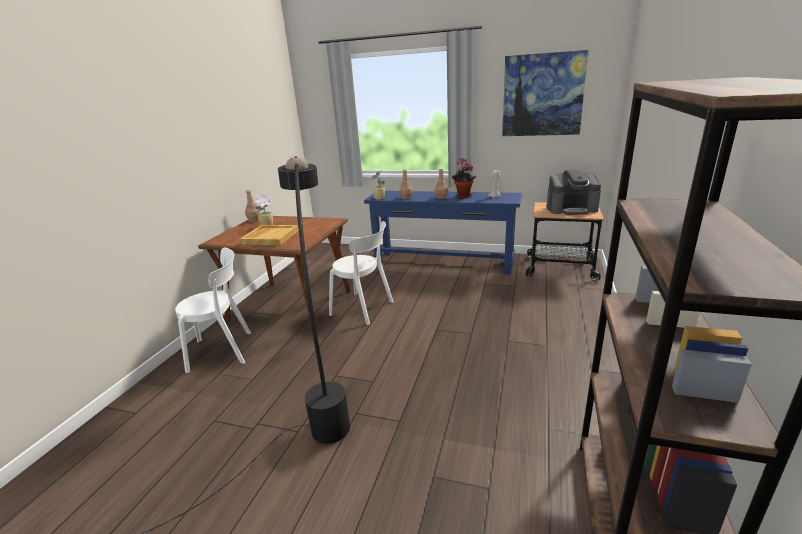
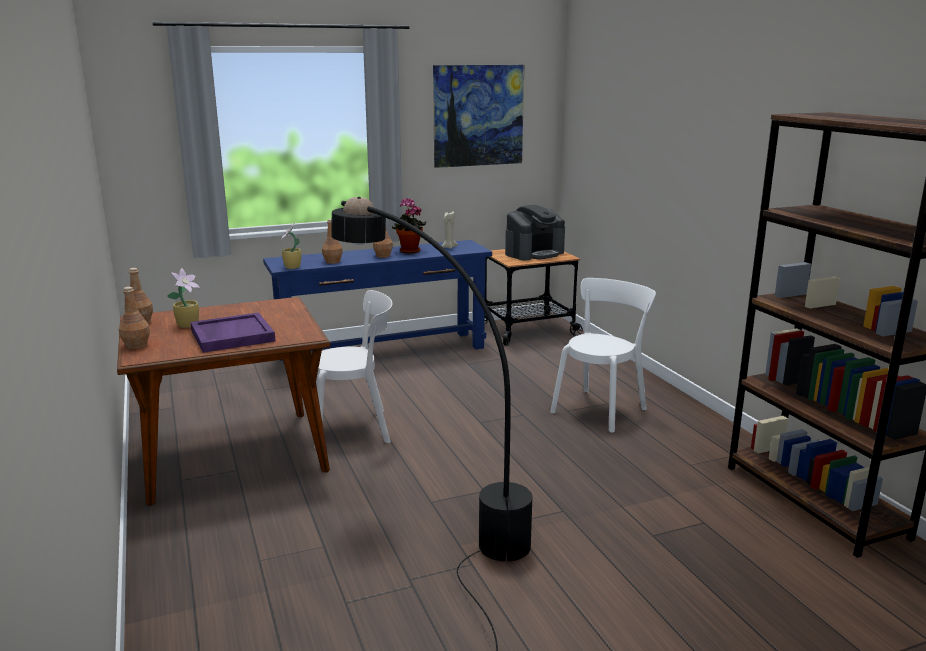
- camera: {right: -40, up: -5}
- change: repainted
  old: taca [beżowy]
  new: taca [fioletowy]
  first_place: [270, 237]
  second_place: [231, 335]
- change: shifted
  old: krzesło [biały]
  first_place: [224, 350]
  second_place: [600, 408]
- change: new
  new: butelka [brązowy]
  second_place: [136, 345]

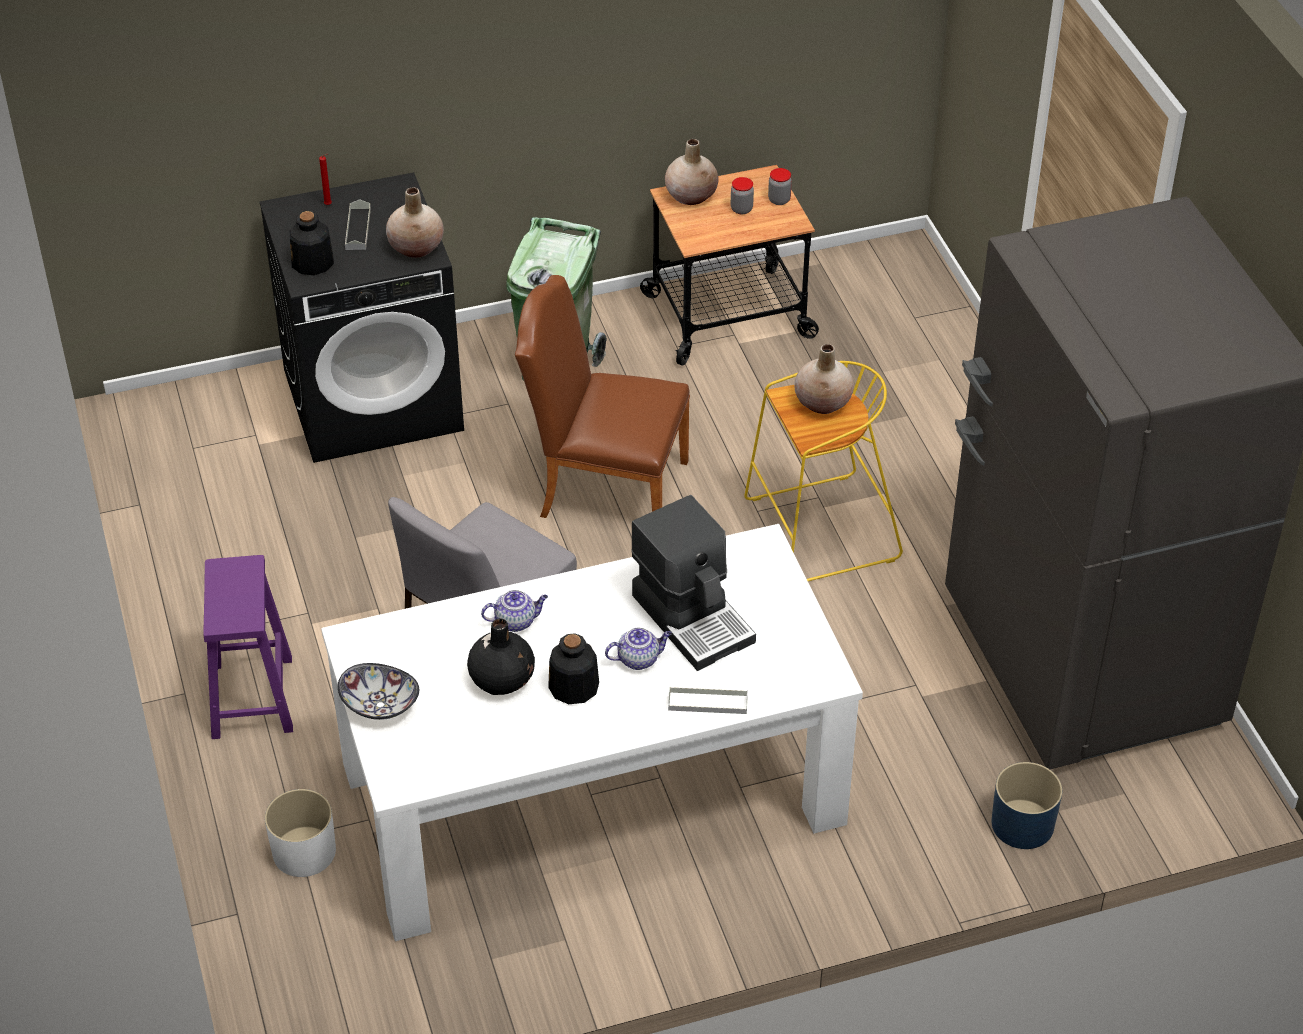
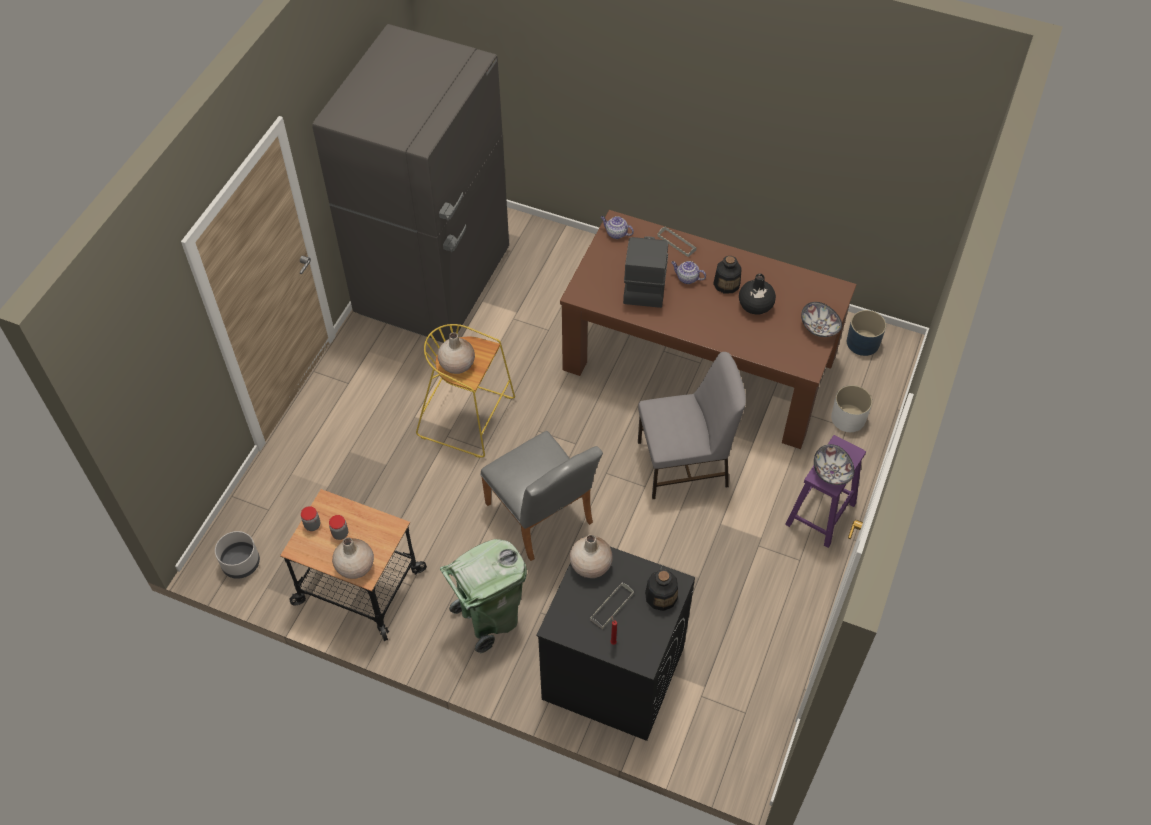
- camera: {right: -140, up: 10}
- change: repainted
  old: krzesło [brązowy]
  new: krzesło [szary]
  first_place: [603, 486]
  second_place: [542, 518]
- change: repainted
  old: stół jadalny [biały]
  new: stół jadalny [brązowy]
  first_place: [592, 794]
  second_place: [699, 362]
- change: shifted
  old: imbryk
  first_place: [516, 621]
  second_place: [616, 233]
- change: shifted
  old: donica [niebieski]
  first_place: [1022, 824]
  second_place: [863, 343]
- change: new
  new: miska
  second_place: [832, 472]
- change: new
  new: donica [szary]
  second_place: [240, 563]

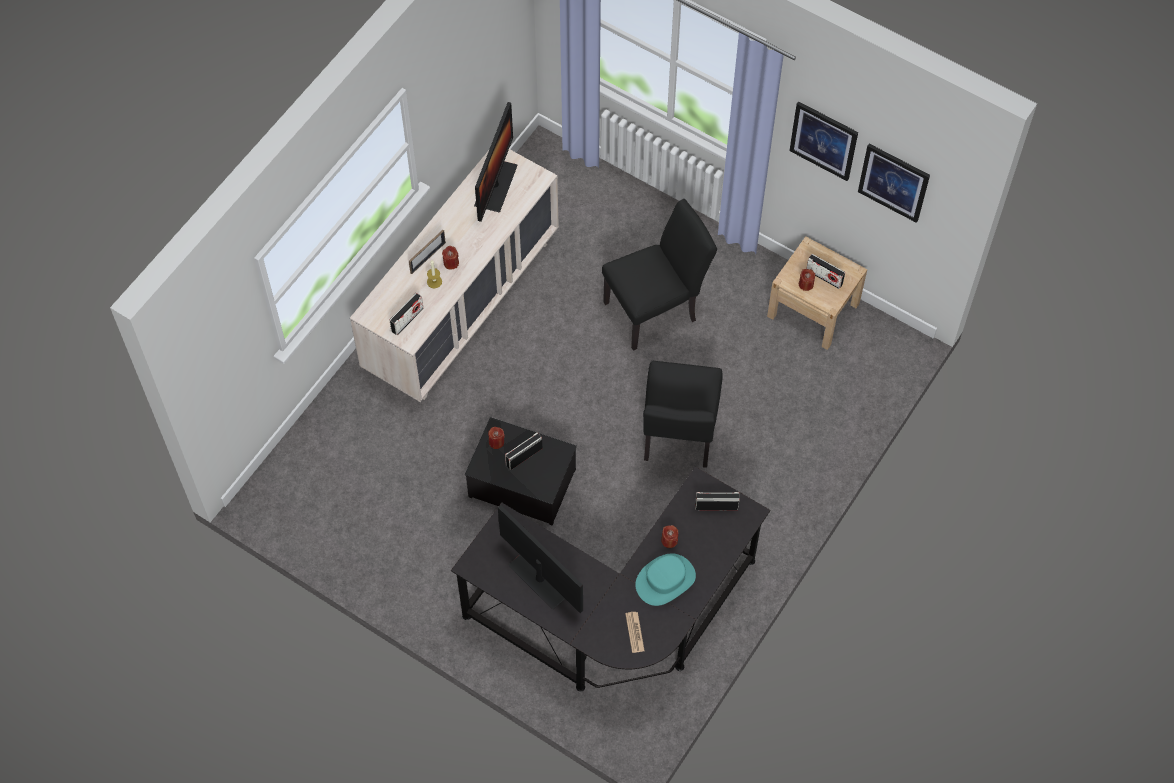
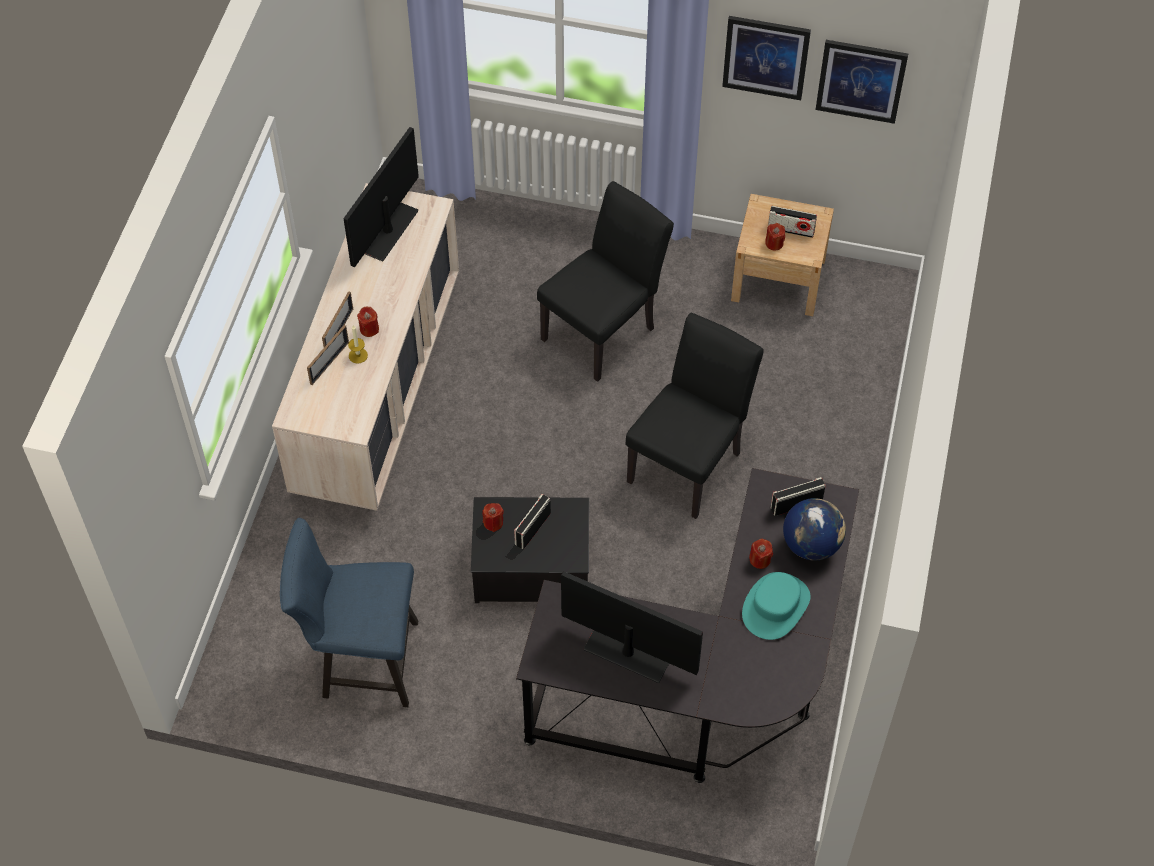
- camera: {right: -20, up: -5}
- change: rotated
  old: monitor
  first_place: [496, 185]
  second_place: [386, 230]
  degrees: -150
- change: gone
  old: radio
  first_place: [407, 320]
- change: rotated
  old: krzesło [czarny]
  first_place: [678, 438]
  second_place: [689, 461]
  degrees: -135
- change: gone
  old: gazeta
  first_place: [634, 632]
- change: new
  new: ramka na zdjęcie
  second_place: [329, 363]
- change: new
  new: globus
  second_place: [811, 544]
- change: new
  new: krzesło [niebieski]
  second_place: [361, 661]

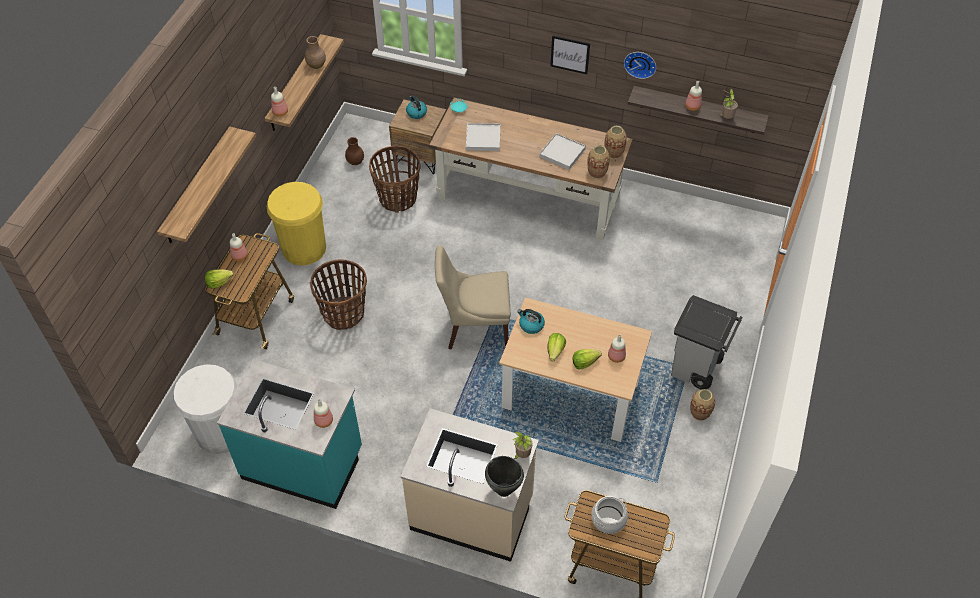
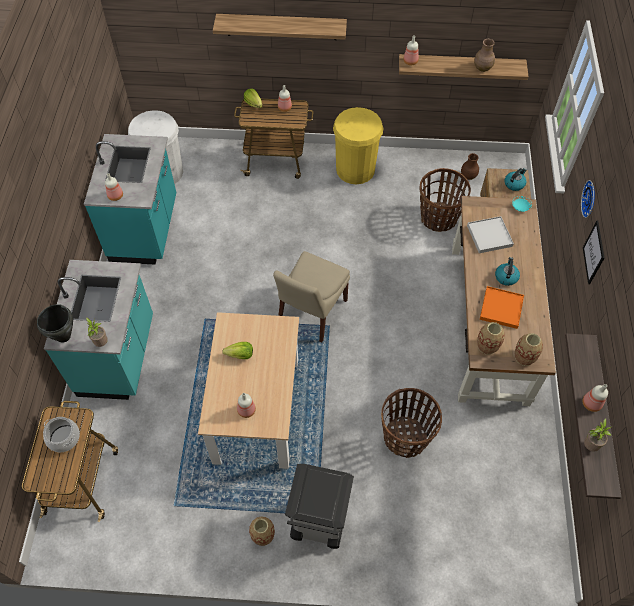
- camera: {right: 75, up: 5}
- change: shifted
  old: zegar ścienny
  first_place: [640, 63]
  second_place: [590, 199]
- change: repainted
  old: taca [biały]
  new: taca [pomarańczowy]
  first_place: [562, 153]
  second_place: [501, 308]
- change: rotated
  old: krzesło [beżowy]
  first_place: [474, 326]
  second_place: [311, 313]
  degrees: -135
- change: shifted
  old: koszyk
  first_place: [344, 313]
  second_place: [405, 437]
- change: shifted
  old: czajnik
  first_place: [531, 325]
  second_place: [506, 277]
- change: gone
  old: sałata
  first_place: [584, 362]
- change: repainted
  old: zabudowa kuchenna [beżowy]
  new: zabudowa kuchenna [turkusowy]
  first_place: [472, 513]
  second_place: [118, 356]

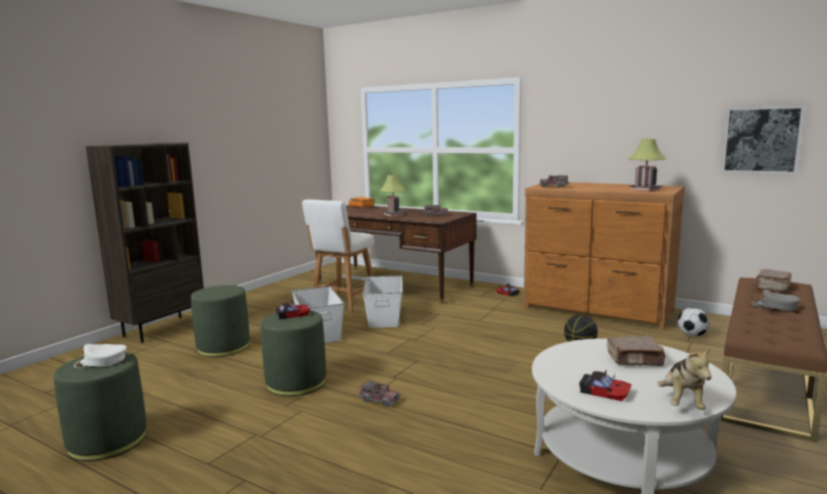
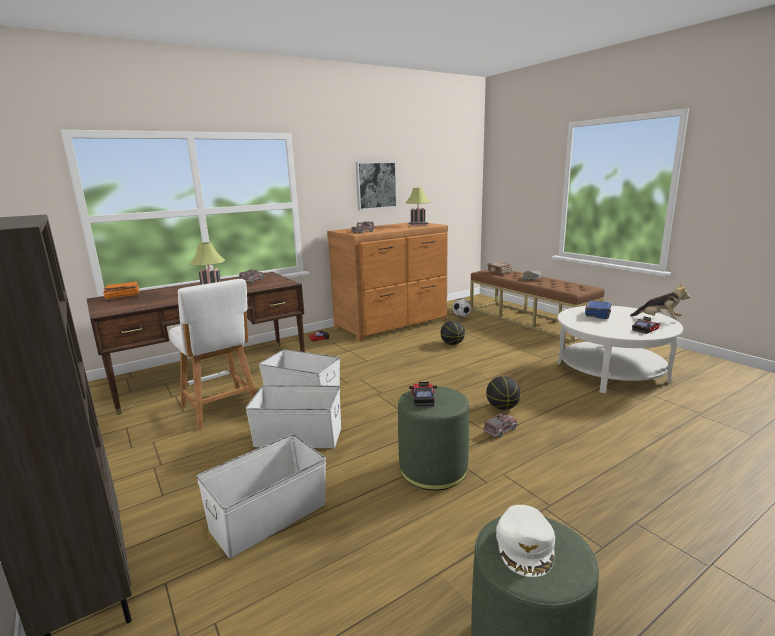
- camera: {right: -65, up: 5}
- change: shifted
  old: obraz
  first_place: [761, 140]
  second_place: [376, 185]
- change: swapped
  old: pufa [zielony]
  new: pojemnik do przechowywania [biały]
  first_place: [223, 347]
  second_place: [268, 516]
- change: repainted
  old: książka [brązowy]
  new: książka [niebieski]
  first_place: [635, 360]
  second_place: [598, 315]
- change: new
  new: piłka do koszykówki
  second_place: [502, 407]

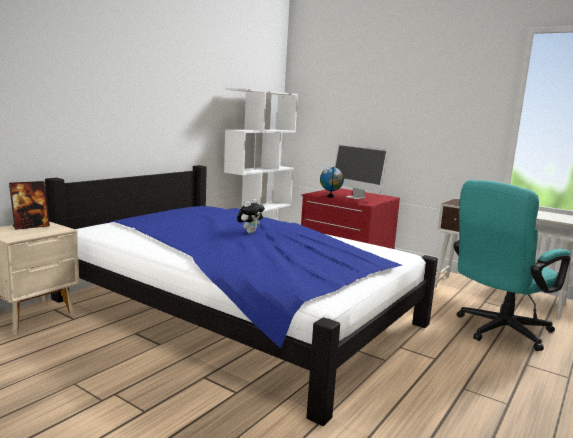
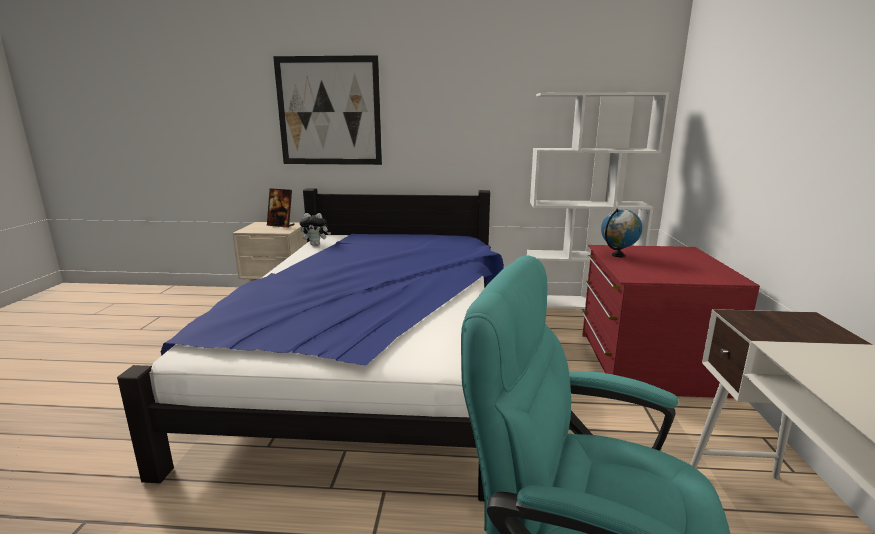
- camera: {right: 60, up: 5}
- change: gone
  old: monitor
  first_place: [355, 197]
- change: shifted
  old: pluszak
  first_place: [250, 232]
  second_place: [316, 244]
- change: new
  new: obraz
  second_place: [329, 111]

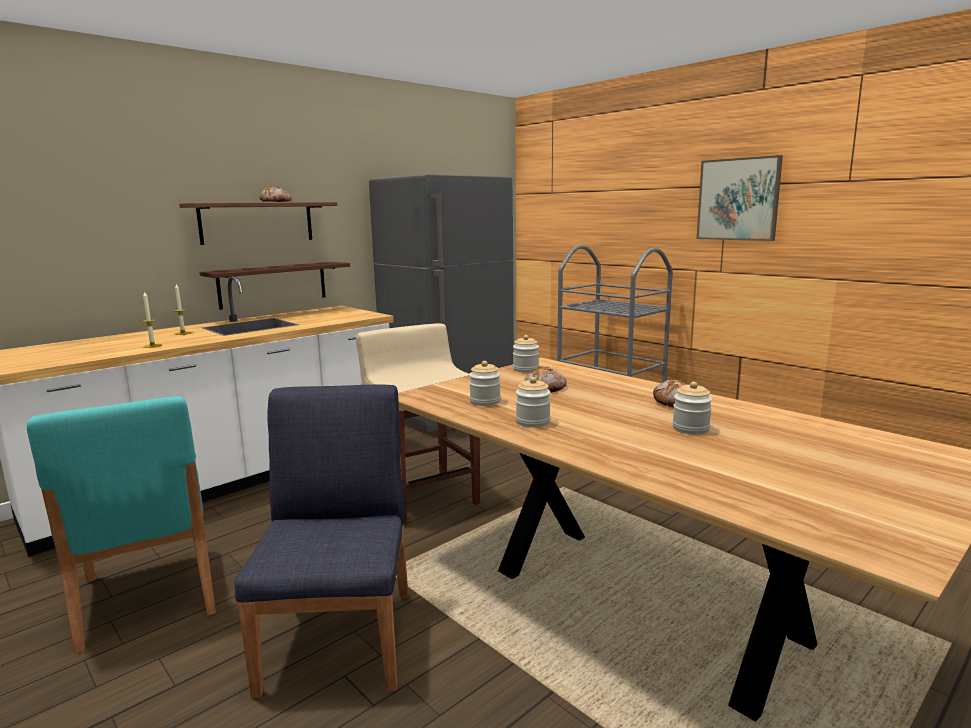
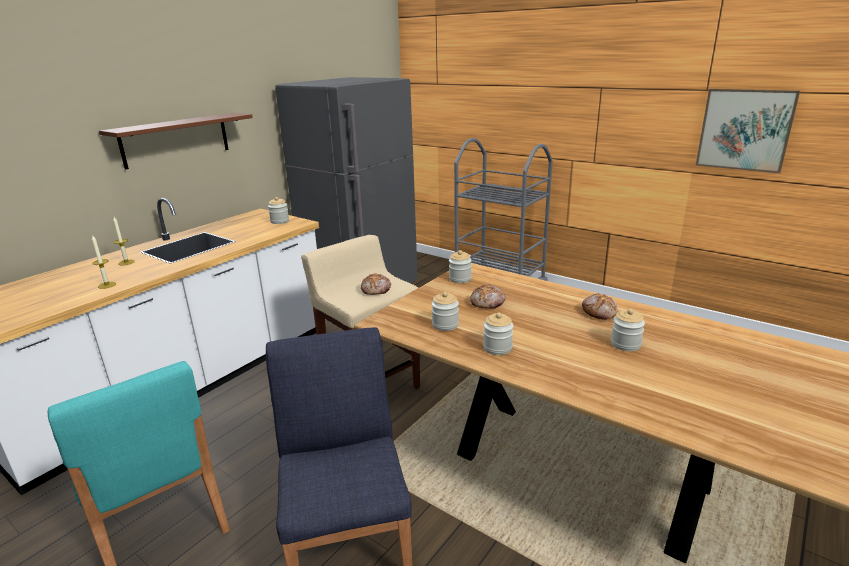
- camera: {right: -10, up: 10}
- change: shifted
  old: obraz
  first_place: [738, 199]
  second_place: [745, 130]
- change: shifted
  old: chleb
  first_place: [276, 202]
  second_place: [376, 289]
- change: gone
  old: półka [brązowy]
  first_place: [273, 284]
- change: new
  new: słoik
  second_place: [279, 221]

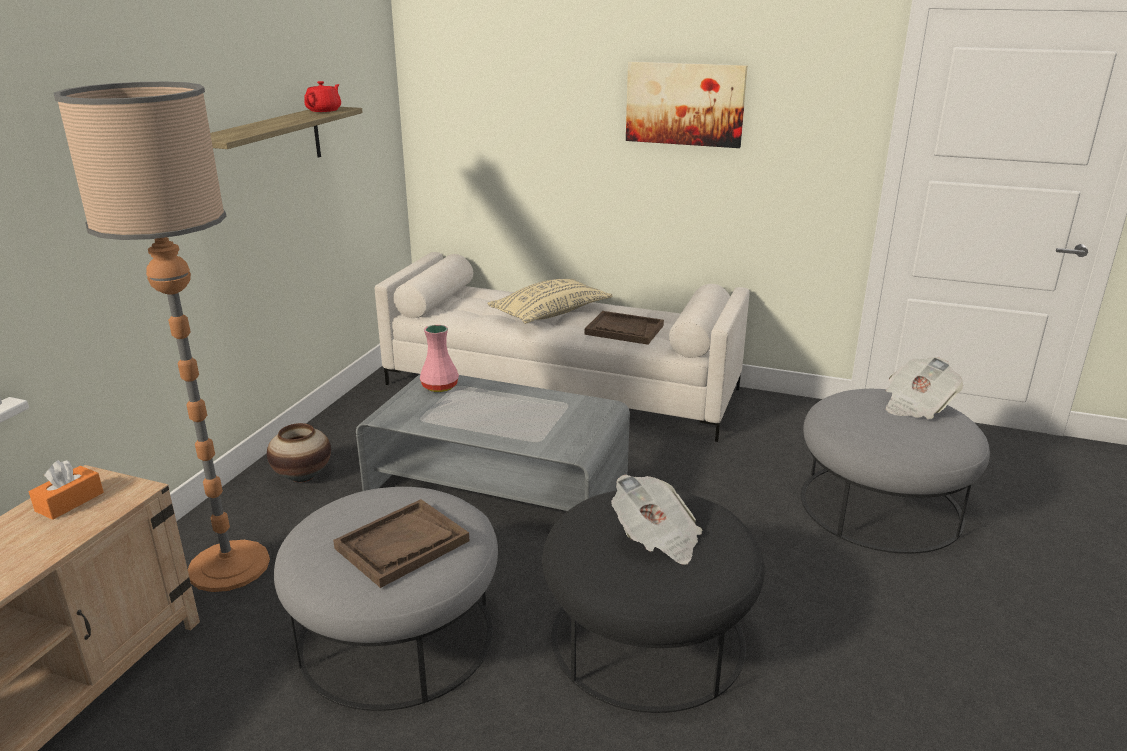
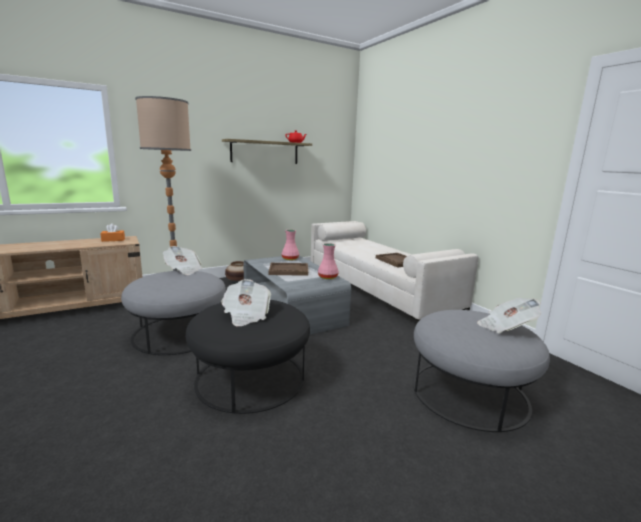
- camera: {right: 40, up: -10}
- change: gone
  old: obraz
  first_place: [685, 104]
- change: gone
  old: poduszka [beżowy]
  first_place: [550, 313]
- change: shifted
  old: taca [brązowy]
  first_place: [402, 545]
  second_place: [288, 270]
- change: new
  new: wazon [różowy]
  second_place: [327, 277]
- change: new
  new: gazeta
  second_place: [183, 270]

